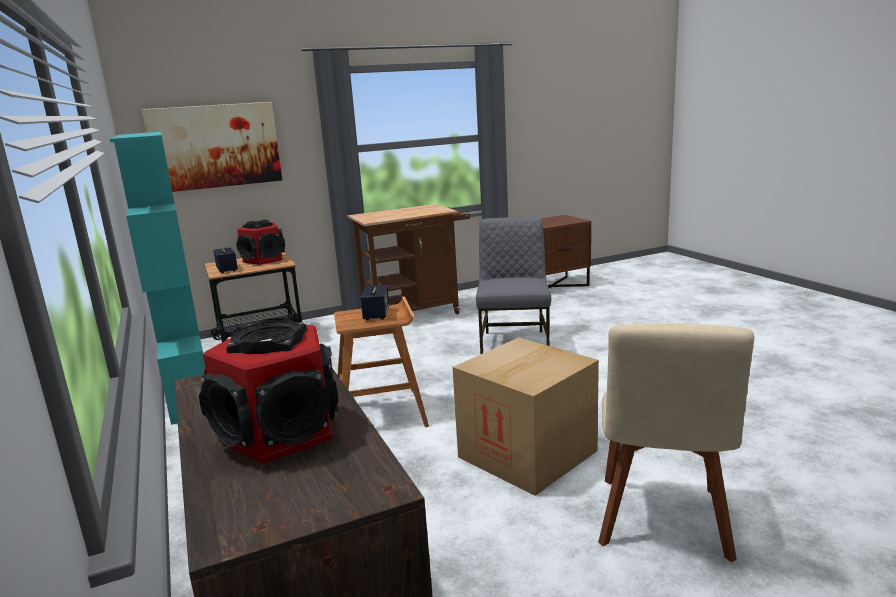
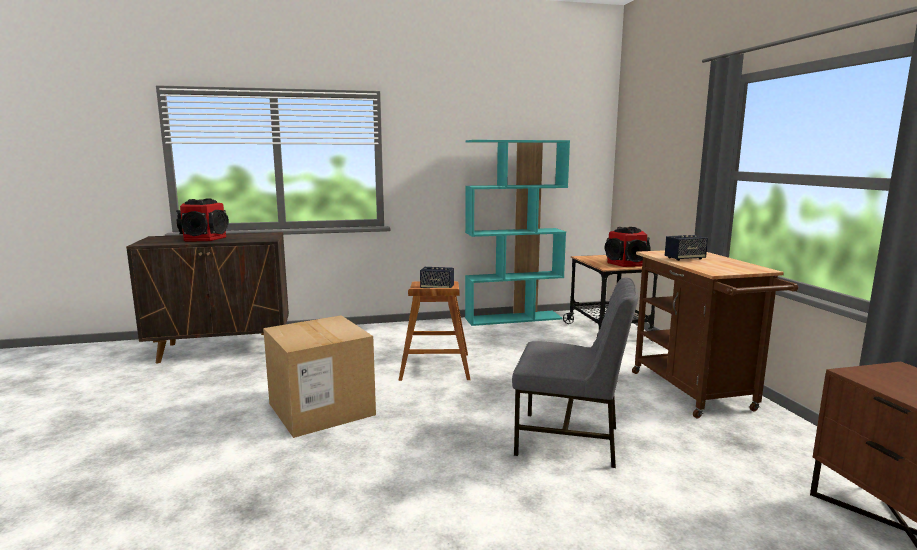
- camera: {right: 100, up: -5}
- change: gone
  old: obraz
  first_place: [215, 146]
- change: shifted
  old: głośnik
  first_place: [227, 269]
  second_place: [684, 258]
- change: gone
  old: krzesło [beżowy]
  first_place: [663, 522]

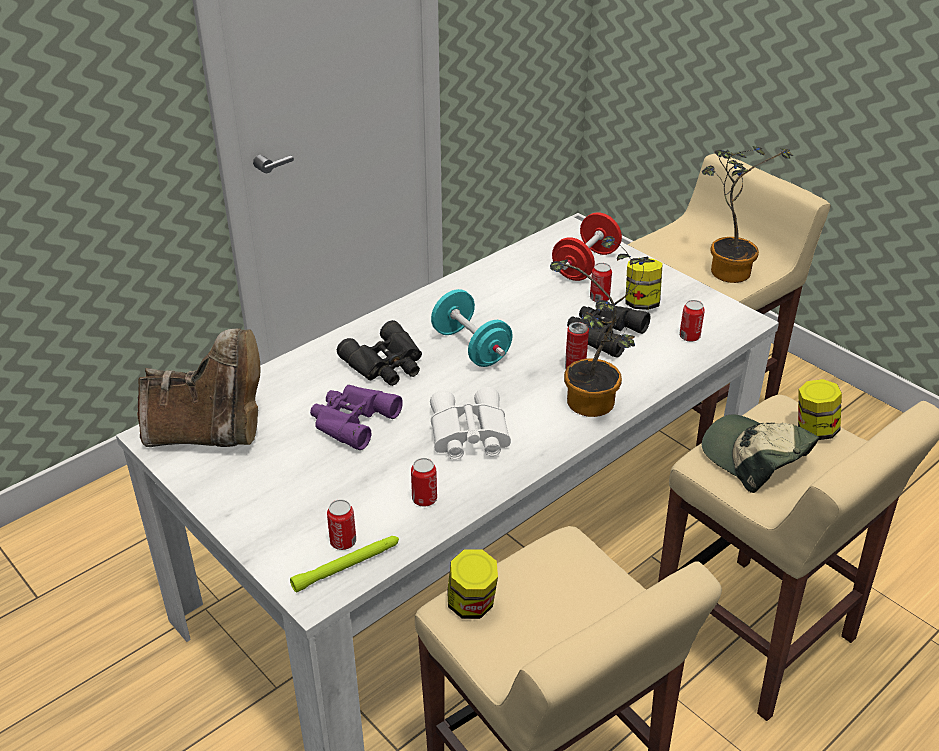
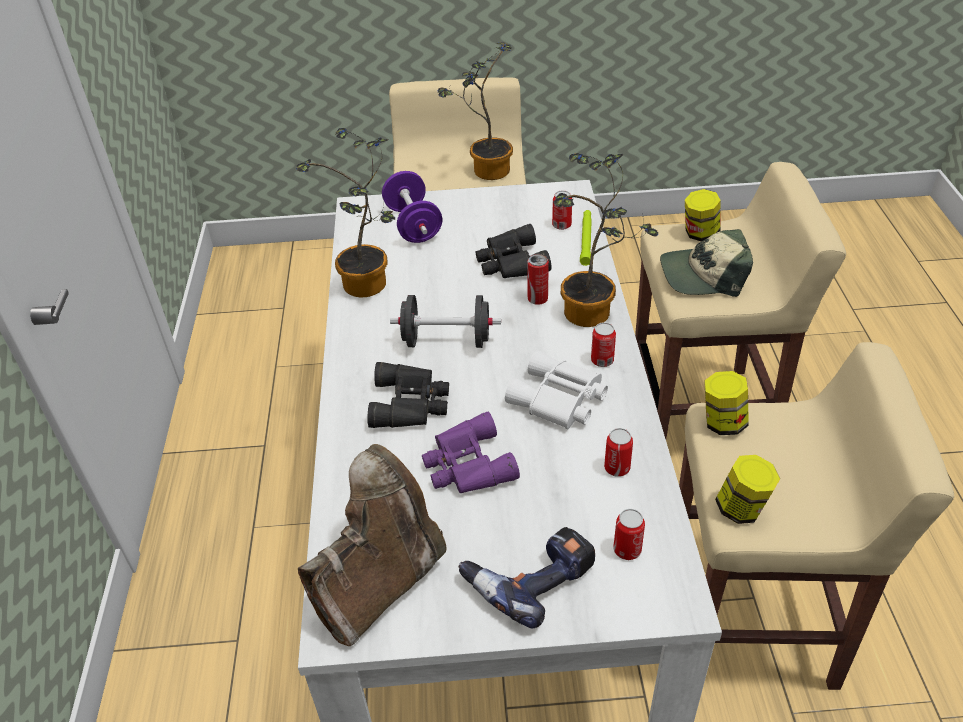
- camera: {right: -50, up: 5}
- change: repainted
  old: hantel [czerwony]
  new: hantel [fioletowy]
  first_place: [585, 265]
  second_place: [413, 225]
- change: shifted
  old: słoik
  first_place: [641, 303]
  second_place: [722, 422]
- change: shifted
  old: puszka
  first_place: [599, 298]
  second_place: [602, 360]
- change: repainted
  old: hantel [turkusowy]
  new: hantel [czarny]
  first_place: [471, 347]
  second_place: [447, 340]
- change: shifted
  old: latarka [zielony]
  first_place: [347, 566]
  second_place: [586, 240]
- change: new
  new: roślina doniczkowa
  second_place: [368, 288]
- change: new
  new: wiertarka
  second_place: [529, 578]

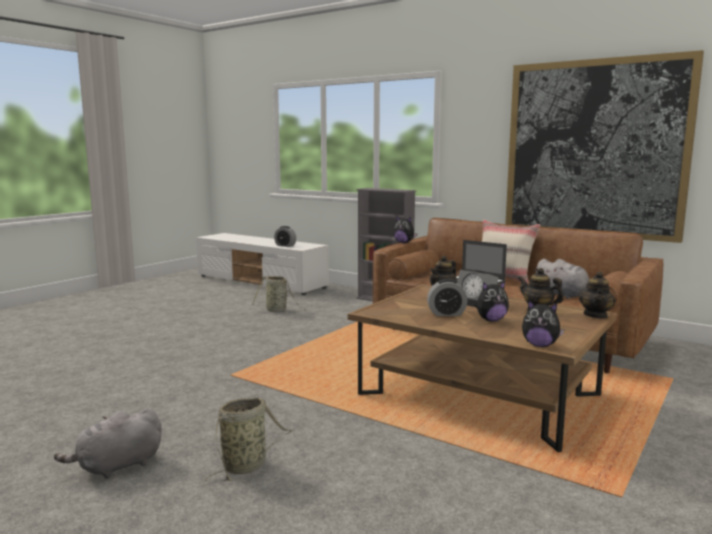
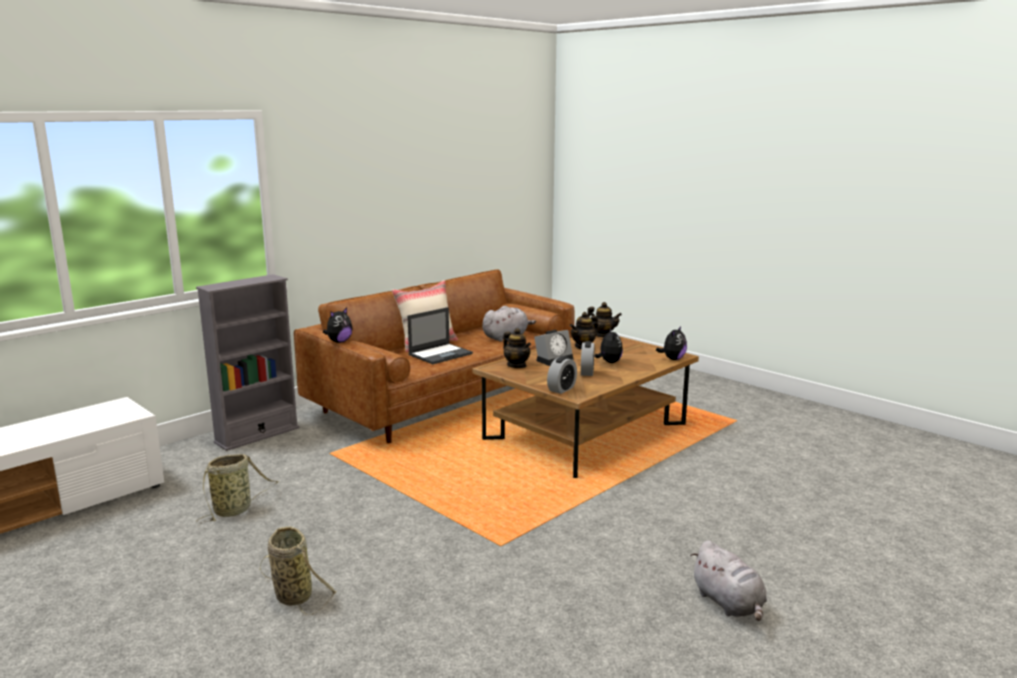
- camera: {right: -80, up: 5}
- change: gone
  old: obraz
  first_place: [595, 149]
- change: shifted
  old: budzik
  first_place: [285, 245]
  second_place: [561, 389]
- change: shifted
  old: koszyk
  first_place: [247, 465]
  second_place: [292, 595]

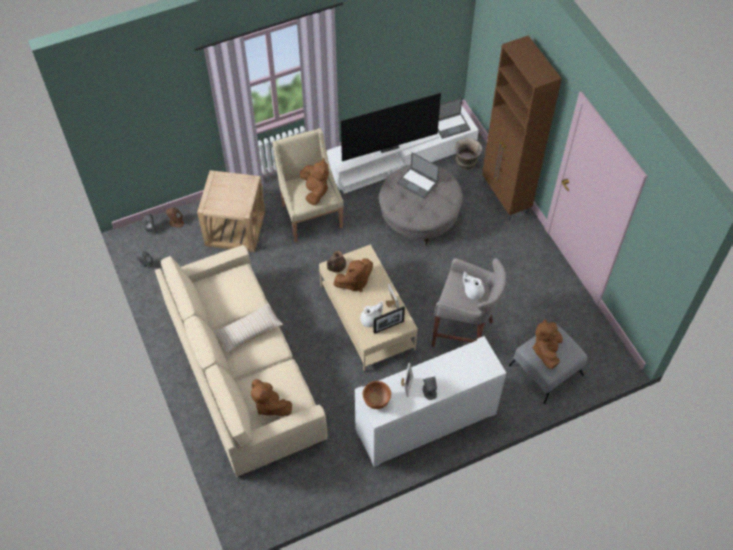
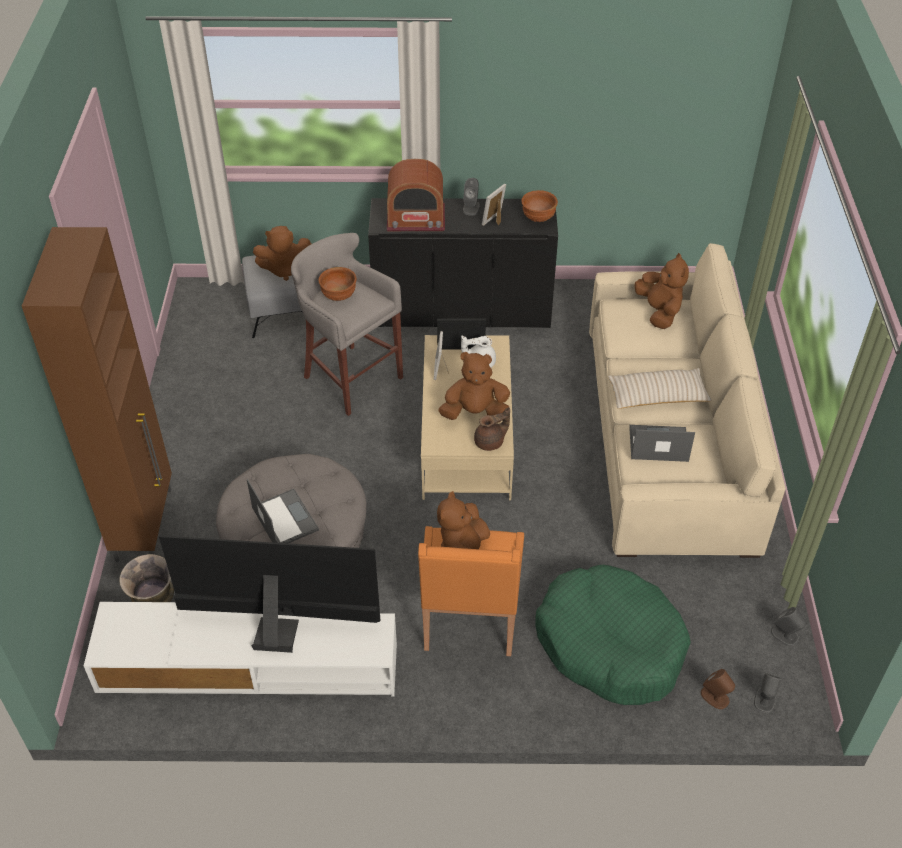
- camera: {right: -155, up: -10}
- change: shifted
  old: laptop
  first_place: [451, 125]
  second_place: [657, 444]
- change: repainted
  old: fotel [beżowy]
  new: fotel [pomarańczowy]
  first_place: [310, 214]
  second_place: [470, 619]
- change: swapped
  old: stolik [beżowy]
  new: legowisko [zielony]
  first_place: [235, 228]
  second_place: [610, 644]
- change: swapped
  old: imbryk [biały]
  new: miska [brązowy]
  first_place: [473, 292]
  second_place: [338, 296]
- change: rotated
  old: pluszak [brązowy]
  first_place: [546, 350]
  second_place: [285, 269]
  degrees: 45
- change: repainted
  old: szafka [biały]
  new: szafka [czarny]
  first_place: [426, 422]
  second_place: [462, 310]
- change: new
  new: radio
  second_place: [416, 218]

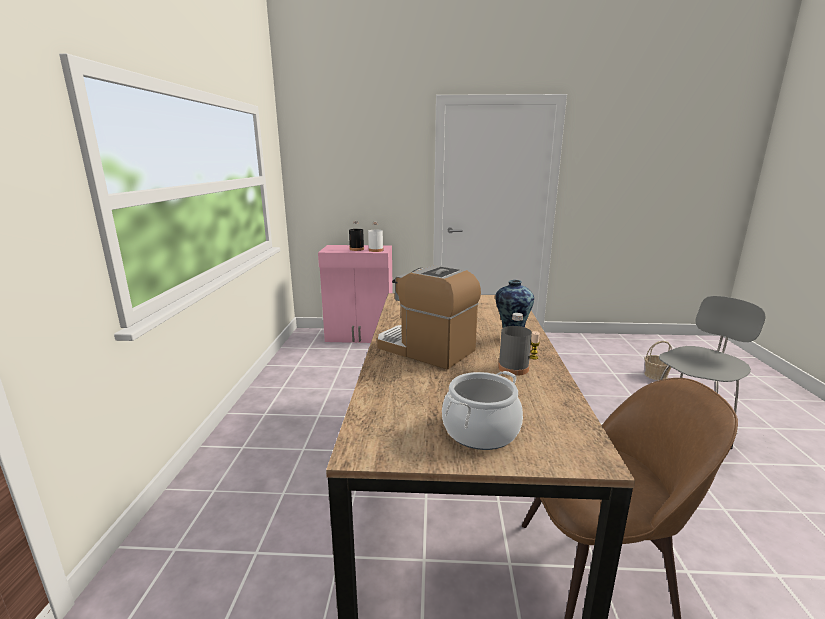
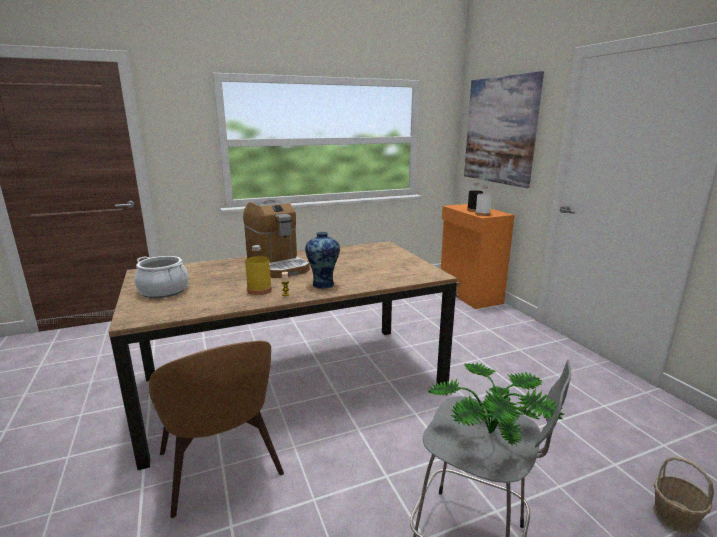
- camera: {right: 65, up: 0}
- change: repainted
  old: szafka [różowy]
  new: szafka [pomarańczowy]
  first_place: [360, 336]
  second_place: [469, 295]
- change: rotated
  old: ekspres do kawy
  first_place: [425, 349]
  second_place: [277, 265]
  degrees: 135
- change: repainted
  old: butelka [szary]
  new: butelka [żółty]
  first_place: [513, 368]
  second_place: [259, 290]
- change: new
  new: obraz
  second_place: [500, 130]
- change: new
  new: roślina doniczkowa
  second_place: [489, 437]

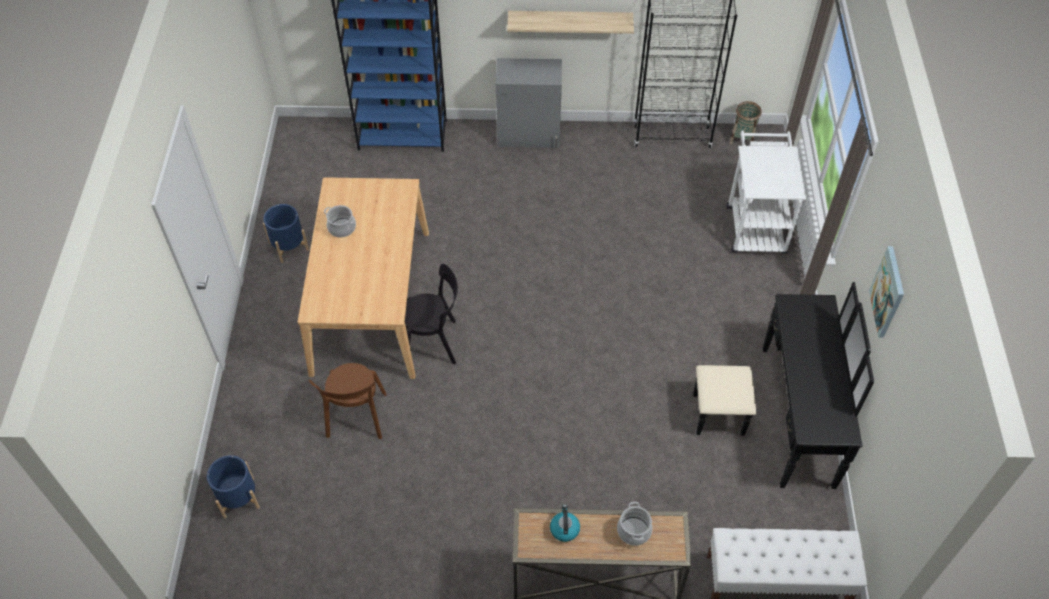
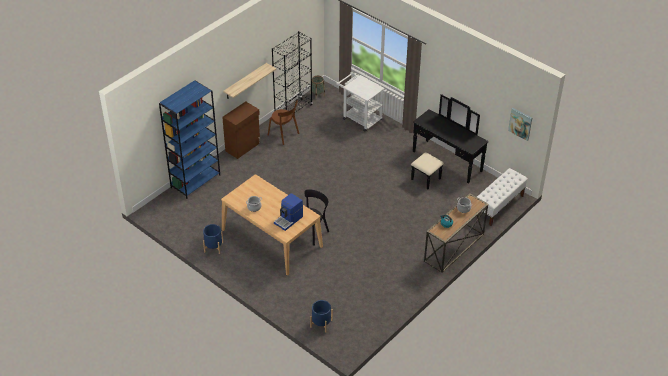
- camera: {right: -50, up: -10}
- change: repainted
  old: szafka [szary]
  new: szafka [brązowy]
  first_place: [529, 136]
  second_place: [243, 147]
- change: shifted
  old: obraz
  first_place: [888, 292]
  second_place: [520, 123]
- change: shifted
  old: krzesło [brązowy]
  first_place: [356, 418]
  second_place: [284, 135]
- change: new
  new: ekspres do kawy
  second_place: [289, 220]

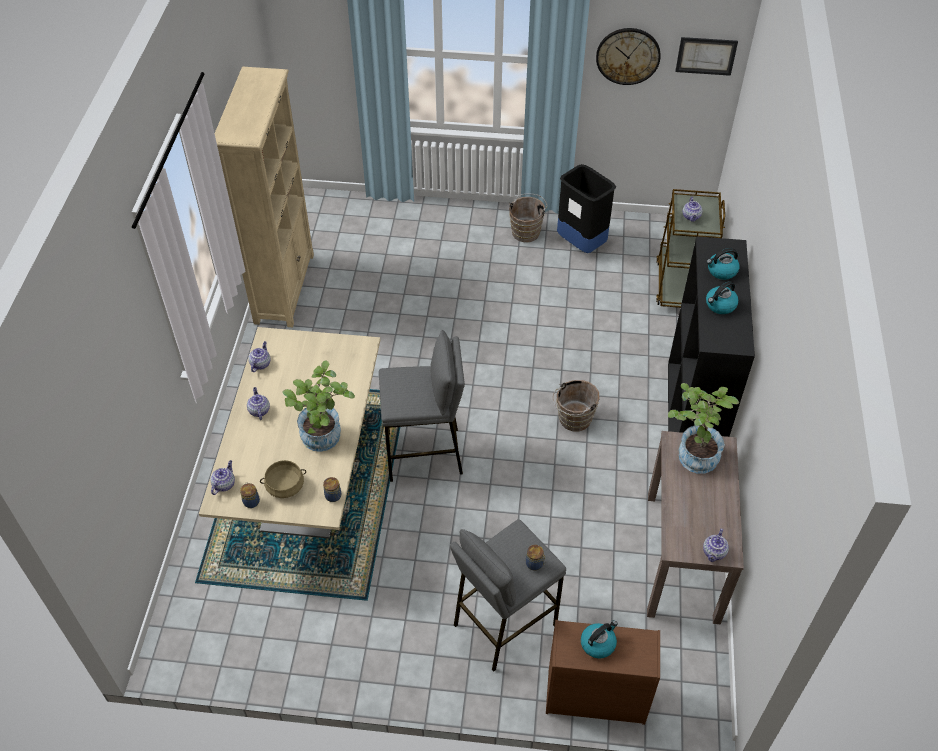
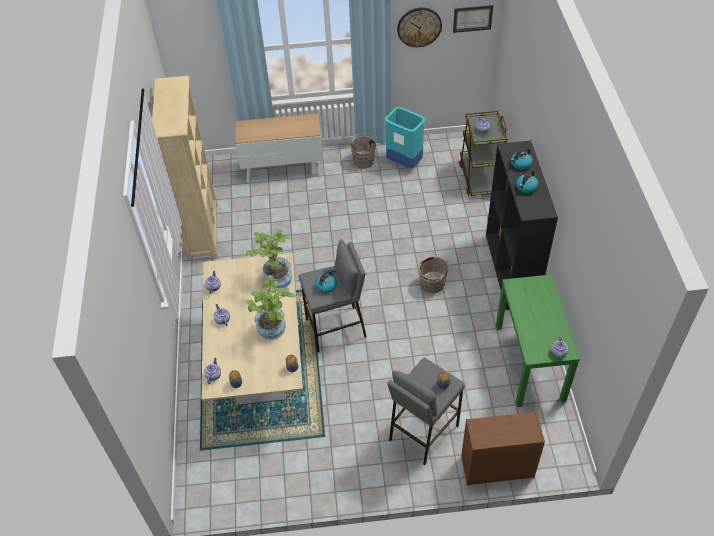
- camera: {right: -10, up: 0}
- change: repainted
  old: kosz na śmieci [czarny]
  new: kosz na śmieci [turkusowy]
  first_place: [581, 243]
  second_place: [404, 162]
- change: shifted
  old: roślina doniczkowa
  first_place: [693, 453]
  second_place: [275, 277]
- change: repainted
  old: stolik konsolowy [brązowy]
  new: stolik konsolowy [zielony]
  first_place: [683, 556]
  second_place: [530, 362]
- change: gone
  old: garnek [beżowy]
  first_place: [285, 486]
- change: shifted
  old: czajnik
  first_place: [598, 643]
  second_place: [326, 285]
- change: new
  new: szafka
  second_place: [283, 168]

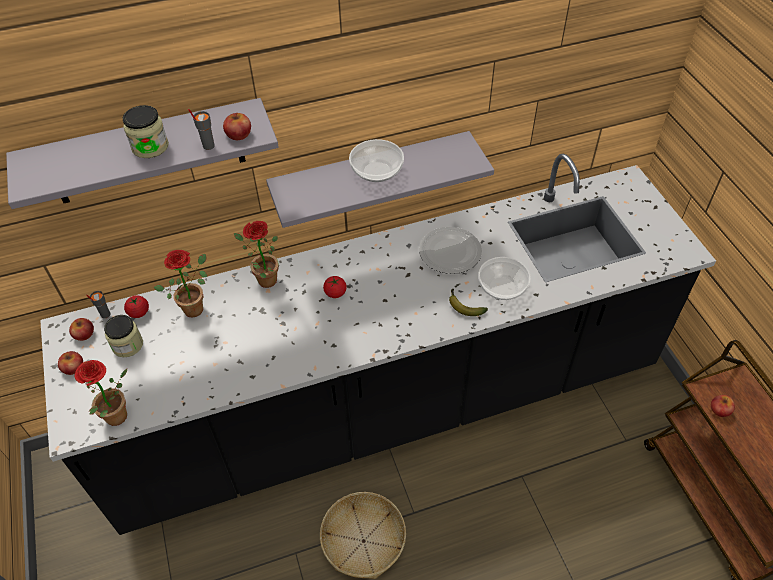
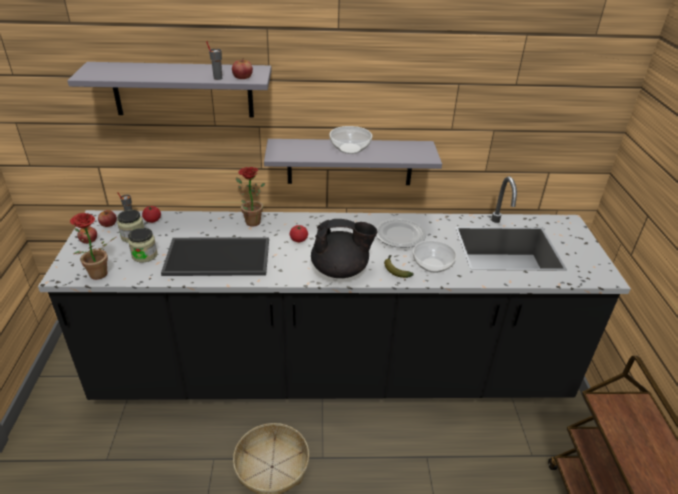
- camera: {right: 15, up: -15}
- change: shifted
  old: słoik
  first_place: [150, 147]
  second_place: [144, 255]
- change: gone
  old: roślina doniczkowa
  first_place: [195, 306]
- change: gone
  old: jabłko
  first_place: [719, 410]
- change: new
  new: imbryk [czarny]
  second_place: [341, 270]
- change: new
  new: taca
  second_place: [219, 256]

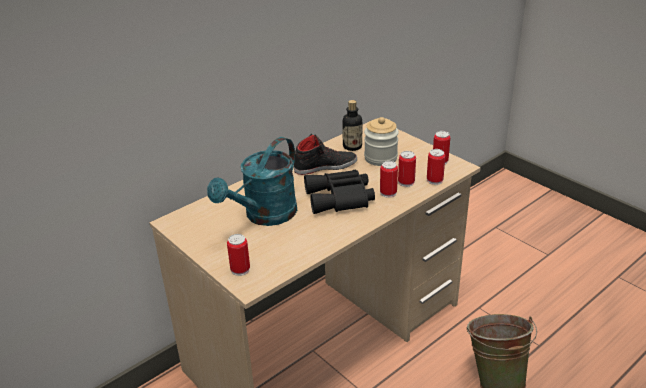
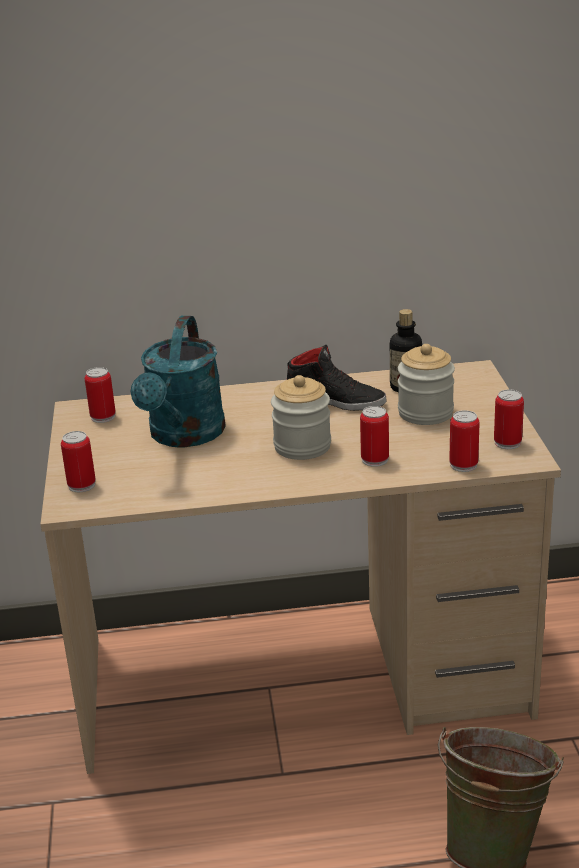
- camera: {right: 35, up: -5}
- change: rotated
  old: konewka [turkusowy]
  first_place: [264, 216]
  second_place: [184, 436]
  degrees: -60
- change: shifted
  old: puszka
  first_place: [406, 182]
  second_place: [103, 417]
- change: swapped
  old: lornetka [czarny]
  new: słoik
  first_place: [340, 198]
  second_place: [302, 446]

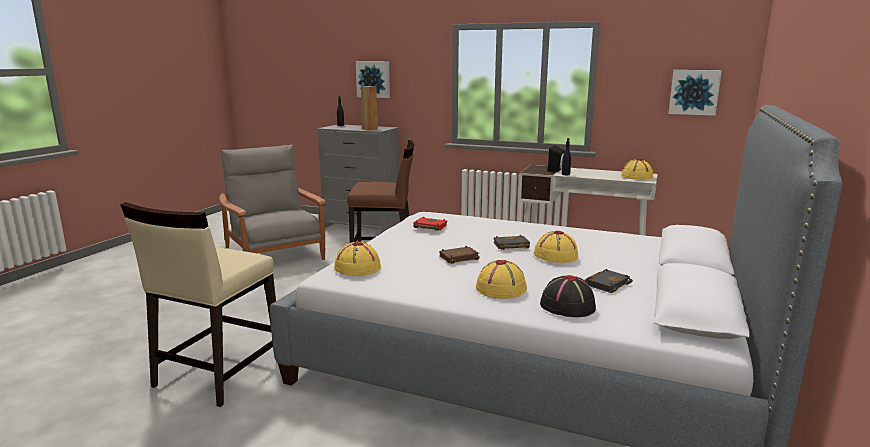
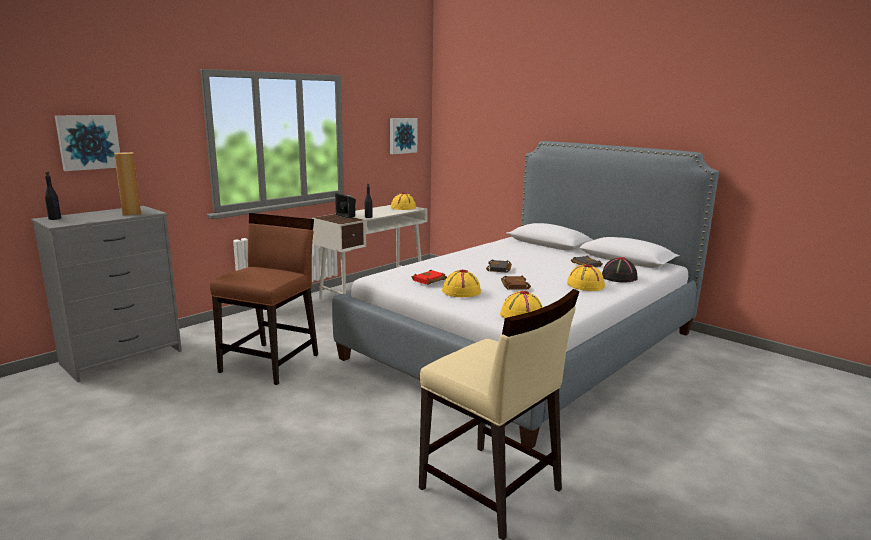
- camera: {right: -70, up: 0}
- change: gone
  old: fotel [szary]
  first_place: [274, 254]
- change: shifted
  old: kapelusz [żółty]
  first_place: [555, 255]
  second_place: [461, 292]

